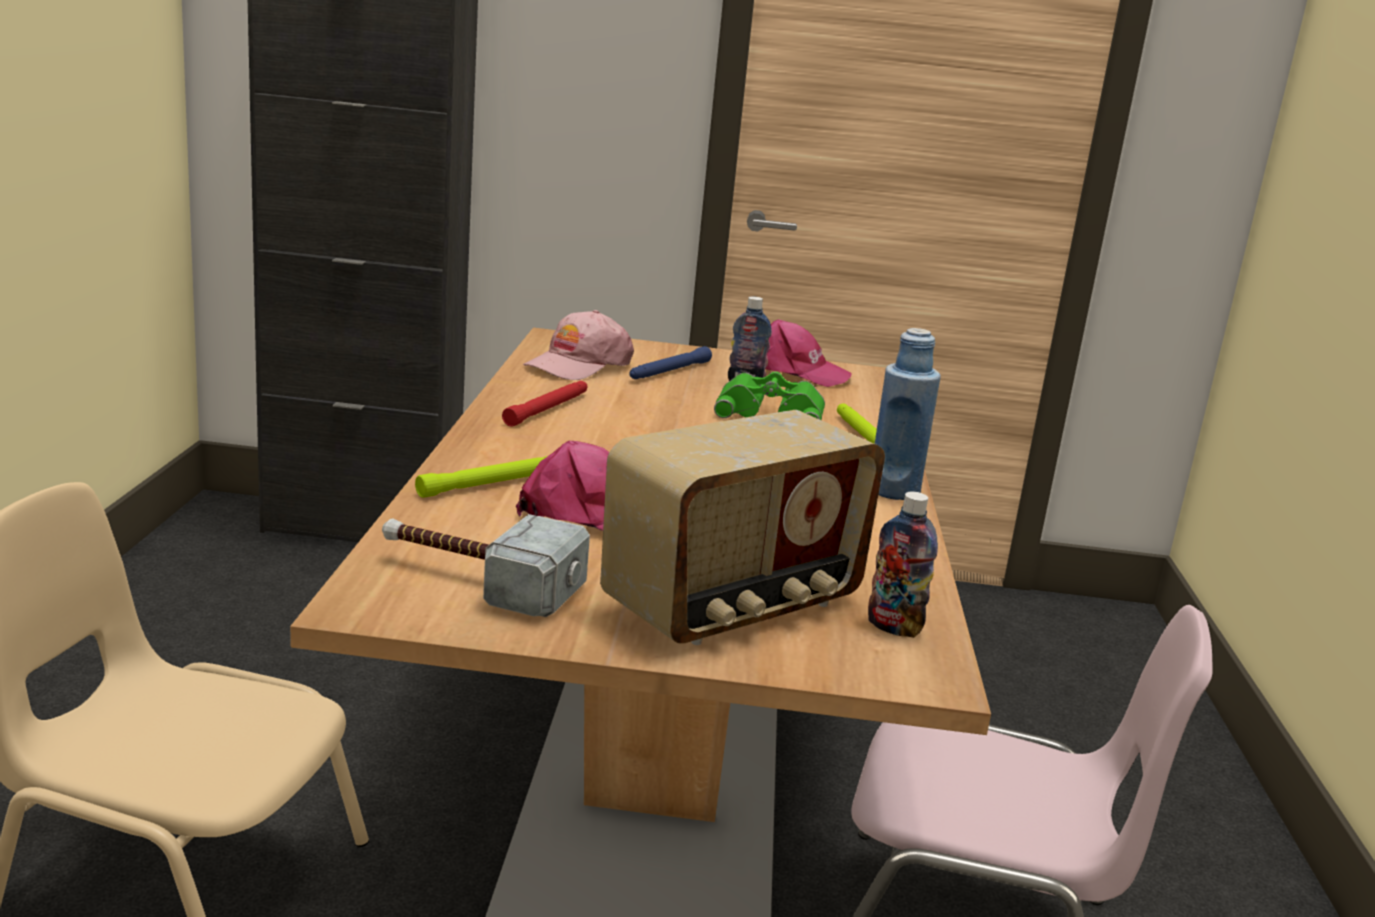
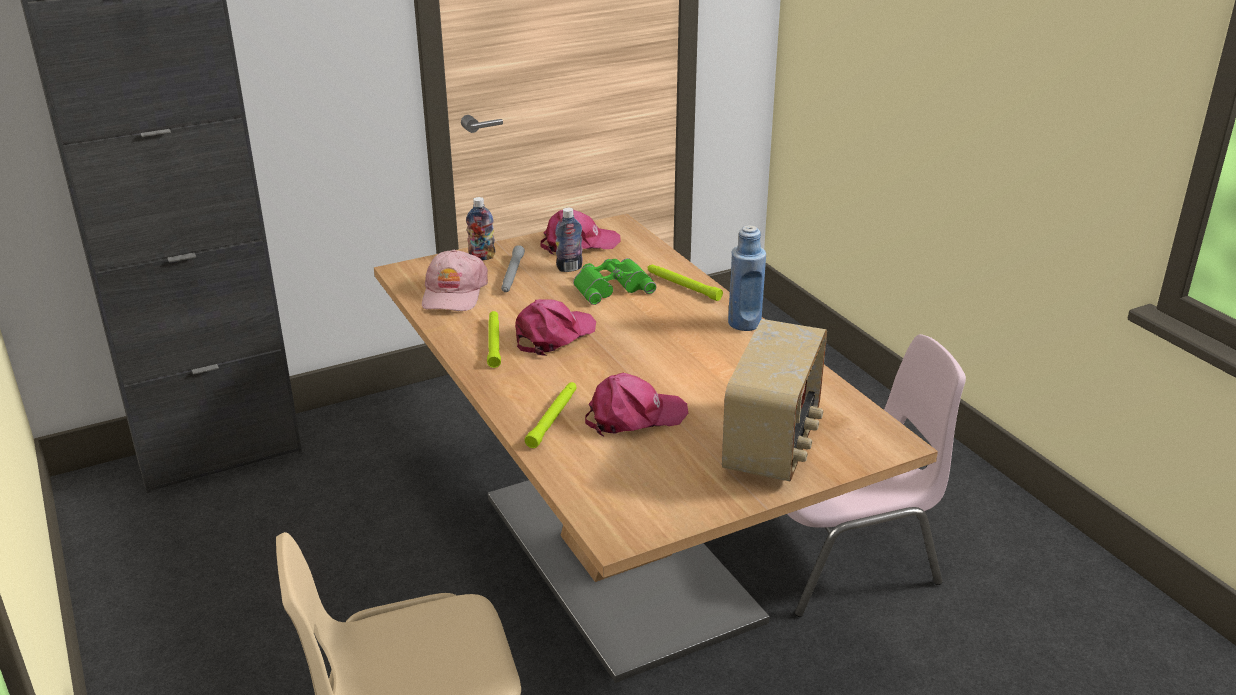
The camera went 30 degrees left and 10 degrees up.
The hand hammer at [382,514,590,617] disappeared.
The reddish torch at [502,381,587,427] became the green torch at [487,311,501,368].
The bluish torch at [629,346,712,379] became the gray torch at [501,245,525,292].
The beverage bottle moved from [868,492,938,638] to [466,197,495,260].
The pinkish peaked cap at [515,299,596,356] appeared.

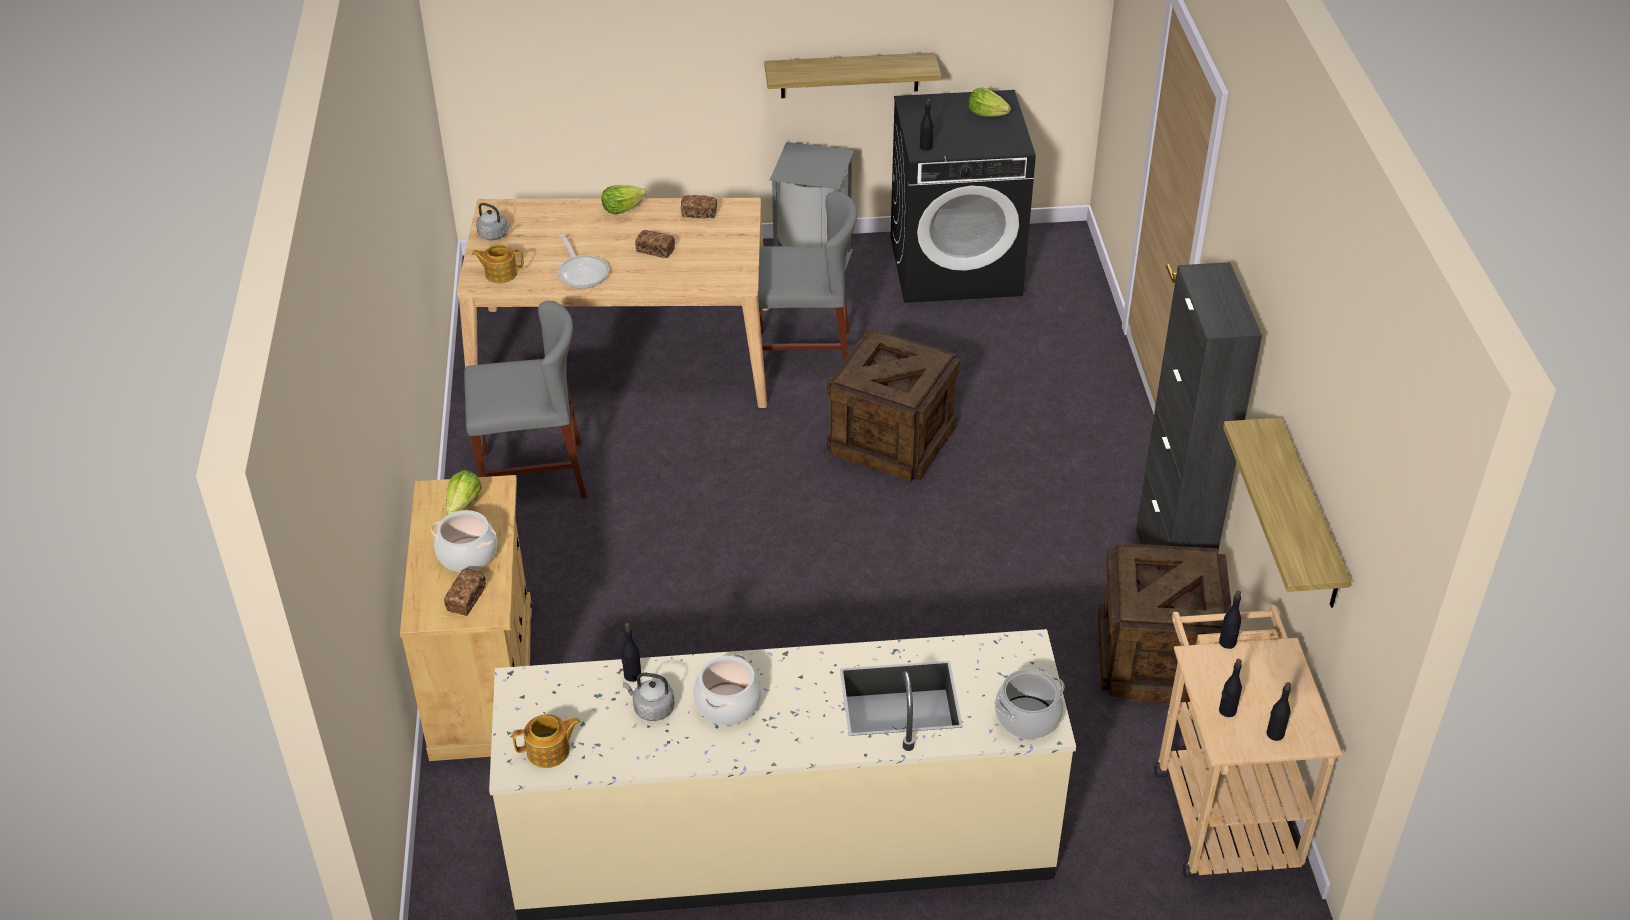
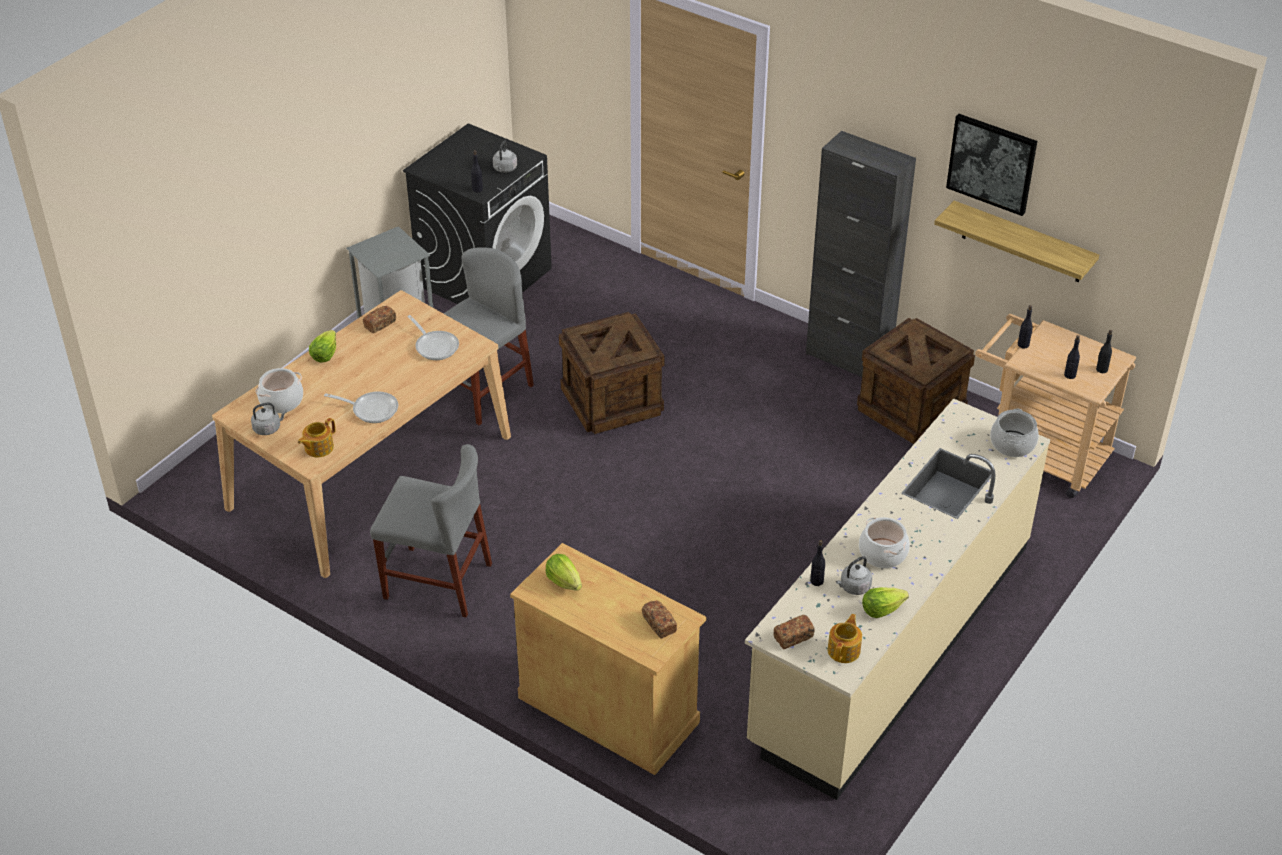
The camera went 50 degrees left and 0 degrees up.
The cooking pot moved from [431,510,497,572] to [256,368,303,413].
The gray plain chair at [464,301,587,499] turned 75 degrees clockwise.
The bakery bread moved from [635,230,675,258] to [773,615,815,649].
The wall shelf at [764,52,941,98] disappeared.
The lettuce moved from [968,87,1011,117] to [862,587,909,618].
The frying pan at [407,315,459,360] appeared.
The gray tea kettle at [493,140,517,173] appeared.
The wall art at [946,114,1037,216] appeared.

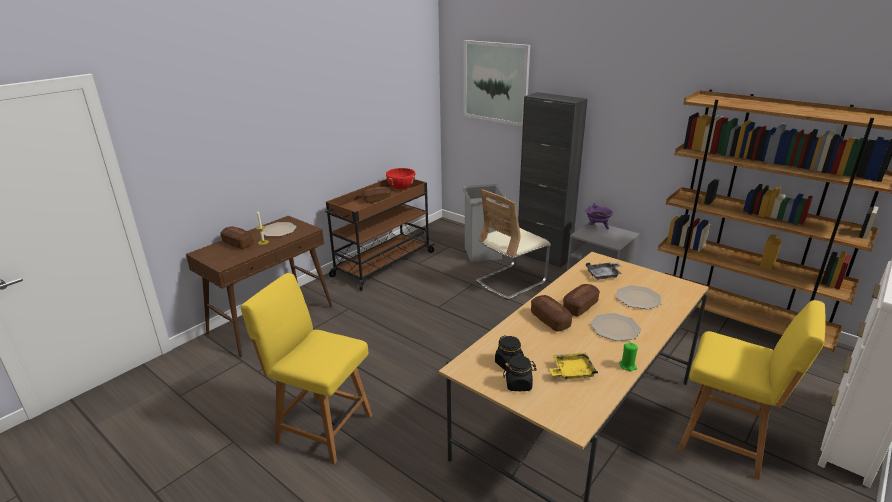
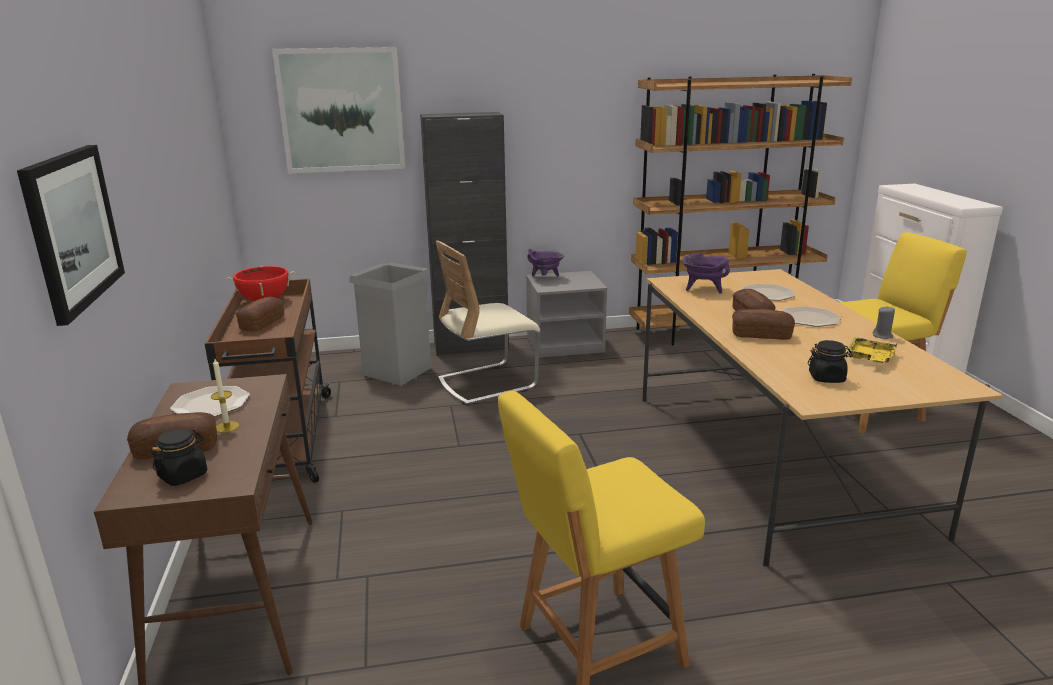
The camera went 50 degrees left and 5 degrees down.
The beige plain chair at [476,189,551,300] turned 60 degrees clockwise.
The blackish preserve jar moved from [503,355,537,391] to [151,428,207,486].
The gray tray at [586,262,622,280] was replaced by the purple cooking pot at [681,253,730,294].
The green wax candle at [619,343,638,372] became the gray wax candle at [873,306,895,339].
The wall art at [17,145,125,326] appeared.

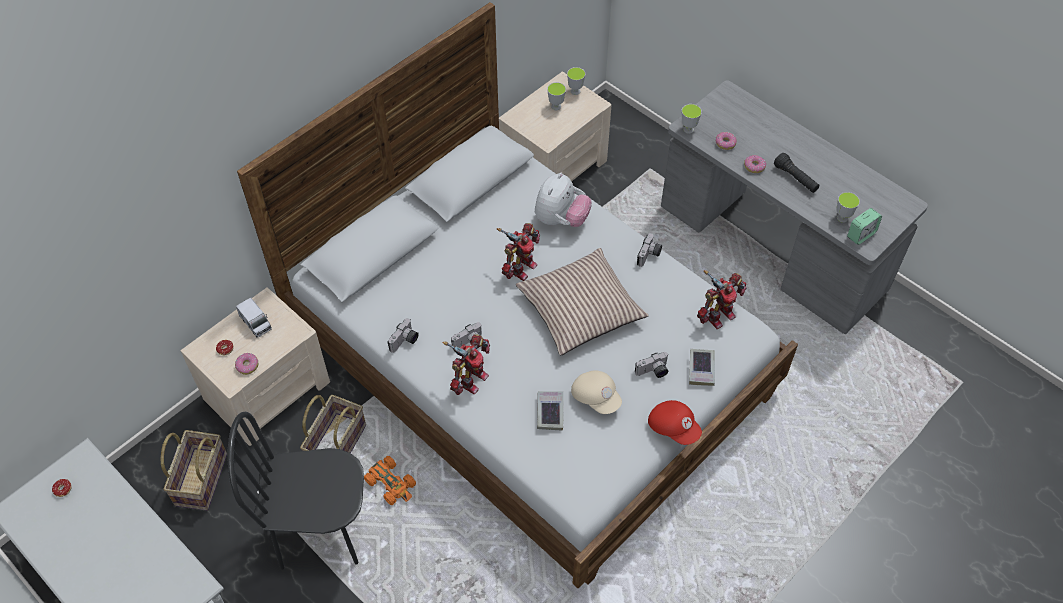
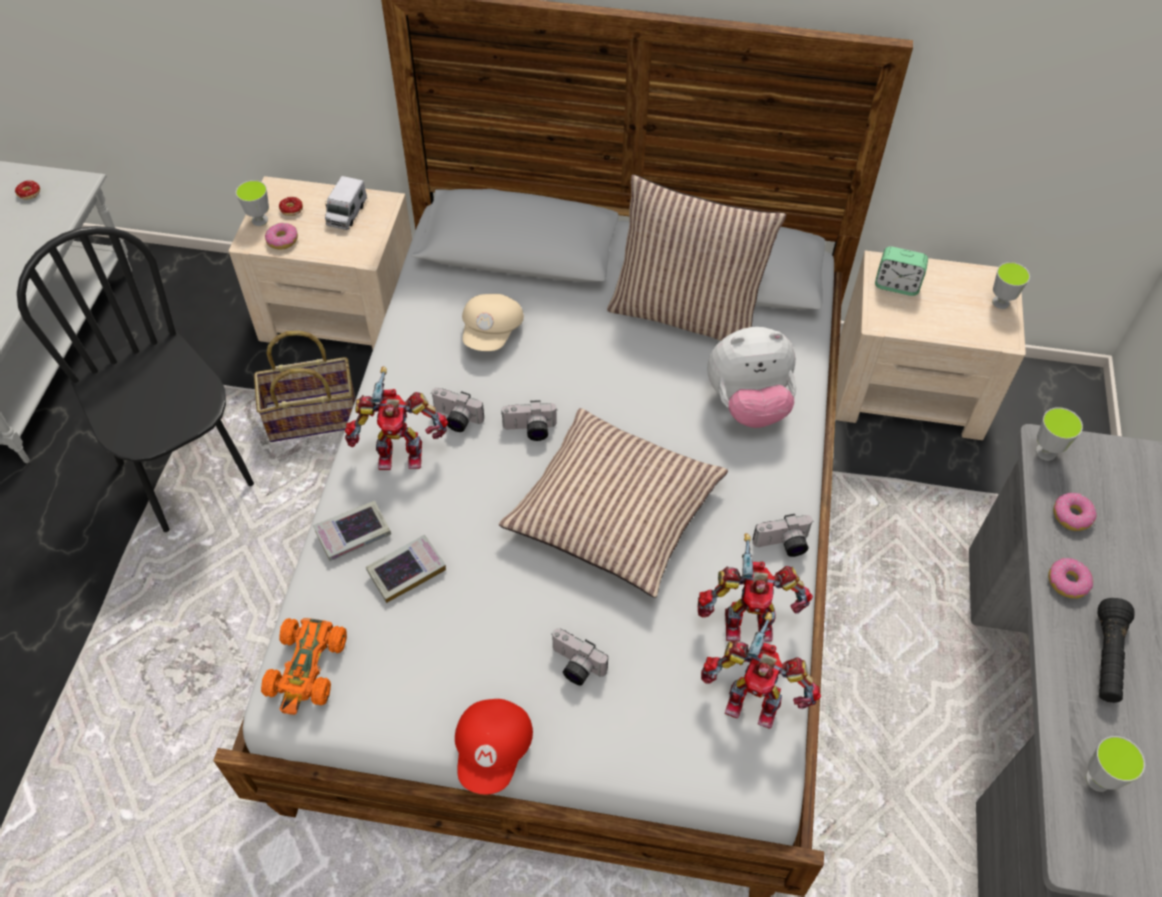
The camera went 55 degrees right and 0 degrees up.
The basket at [161,430,227,511] disappeared.
The orange model car moved from [364,456,416,505] to [261,618,347,715].
The photo camera moved from [387,318,419,353] to [501,400,557,441].
The toy robot moved from [497,223,540,281] to [698,533,813,642].
The drinking cup moved from [547,82,566,110] to [236,180,269,226].
The beige peaked cap moved from [571,370,622,414] to [462,294,524,351].
The bound book moved from [689,349,715,386] to [313,501,391,561].
The bedside clock moved from [847,208,882,245] to [875,246,928,296].
The throw pillow at [607,175,786,341] appeared.

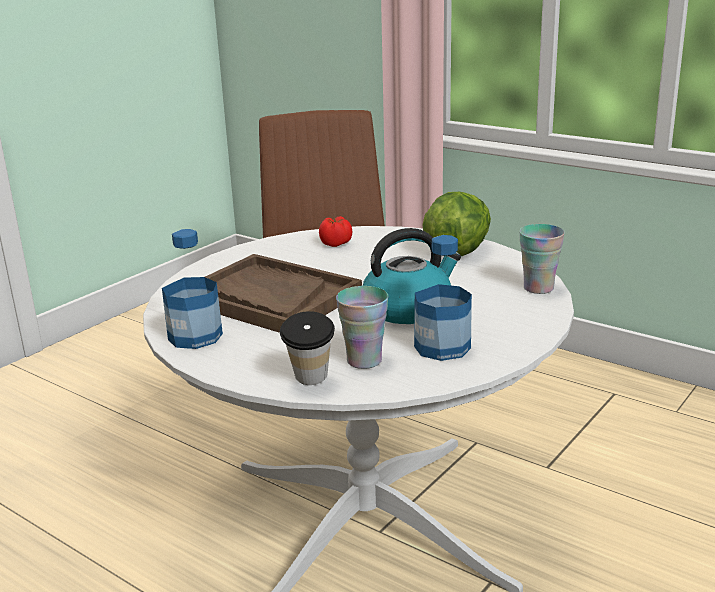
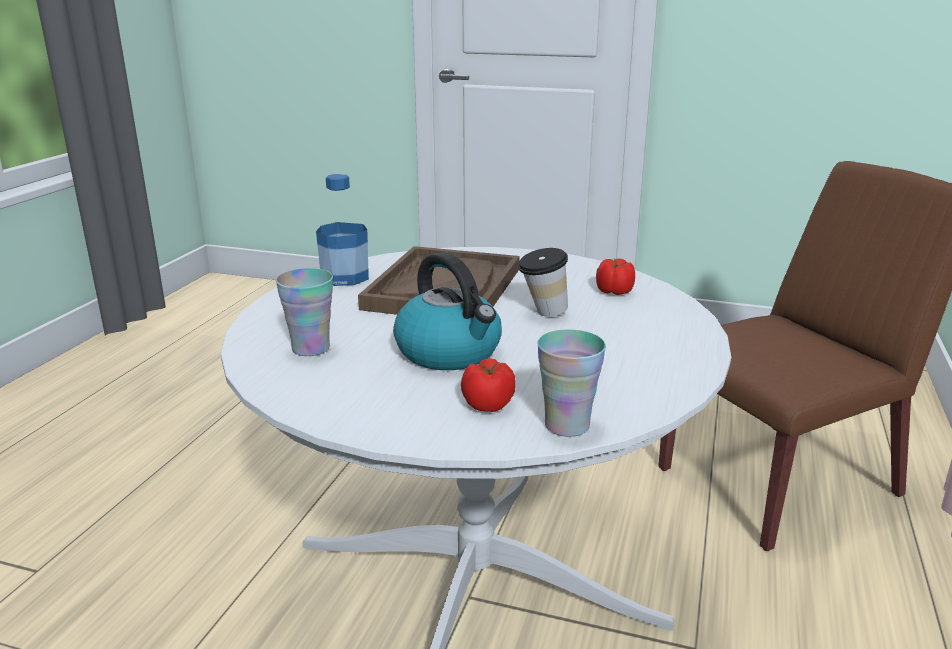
The camera went 70 degrees right and 0 degrees up.
The drinking cup moved from [280,311,335,385] to [518,248,568,317].
The beverage bottle at [414,235,472,361] disappeared.
The lettuce at [422,192,491,256] disappeared.
The whole tomato at [461,358,516,412] appeared.

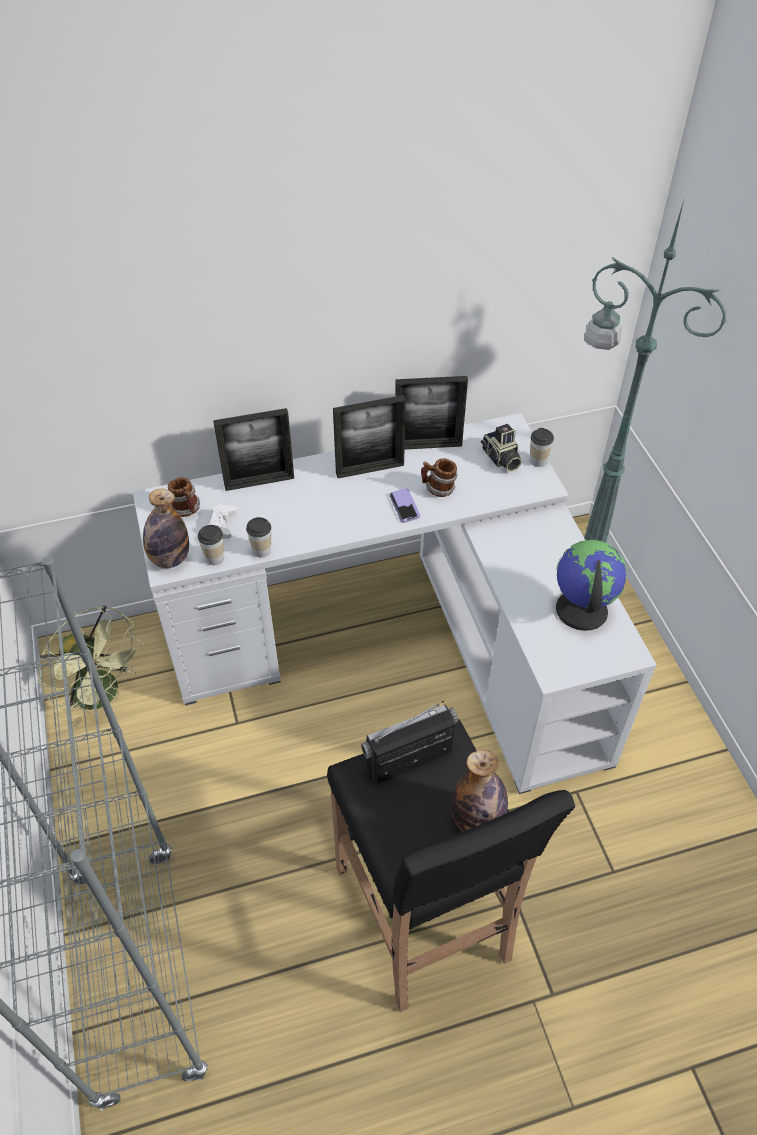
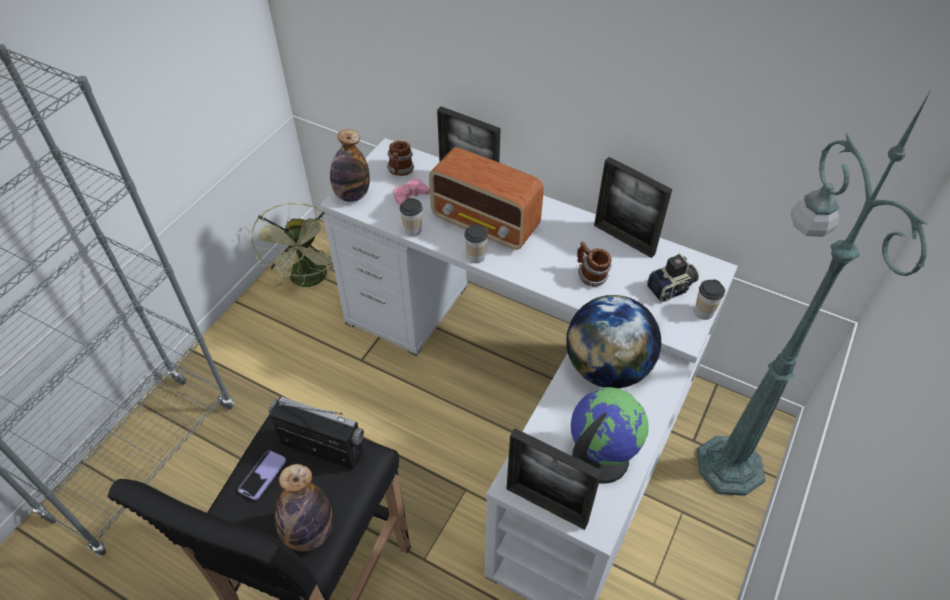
The camera went 45 degrees right and 0 degrees up.
The drinking cup moved from [198,525,224,565] to [464,224,488,263].
The whitish game controller at [208,504,238,539] became the pinkish game controller at [393,178,430,206].
The photo frame moved from [333,395,406,478] to [506,428,602,530].
The handset moved from [390,488,420,523] to [238,450,286,500].
The photo camera at [481,424,522,471] turned 135 degrees counterclockwise.
The radio set at [429,147,544,250] appeared.
The globe at [566,295,661,388] appeared.

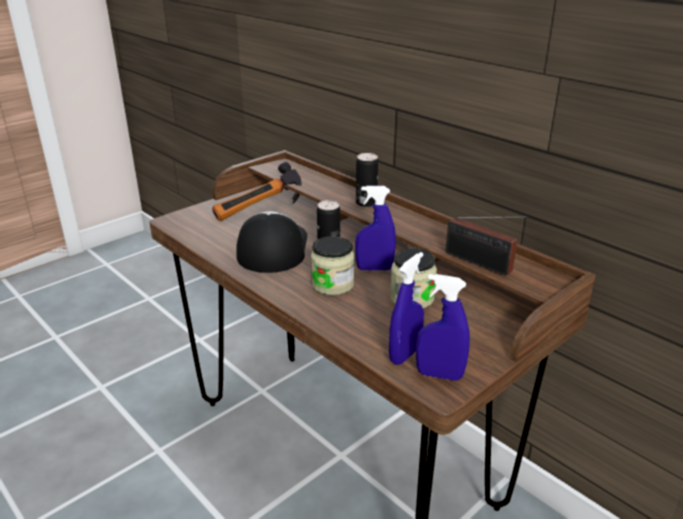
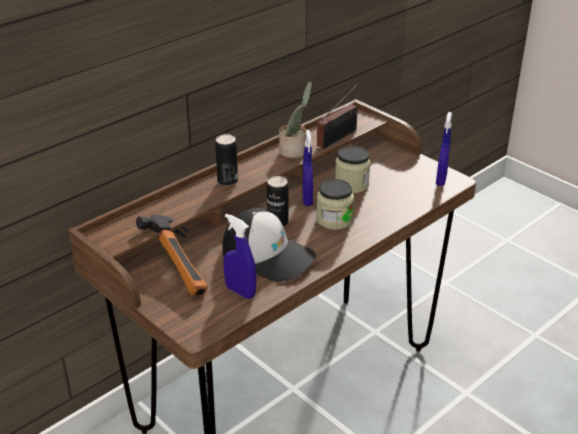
The camera went 90 degrees left and 5 degrees up.
The peaked cap at [236,211,307,273] turned 150 degrees counterclockwise.
The bluish spray bottle moved from [389,252,424,365] to [223,214,257,299].
The houseplant at [279,81,312,158] appeared.

